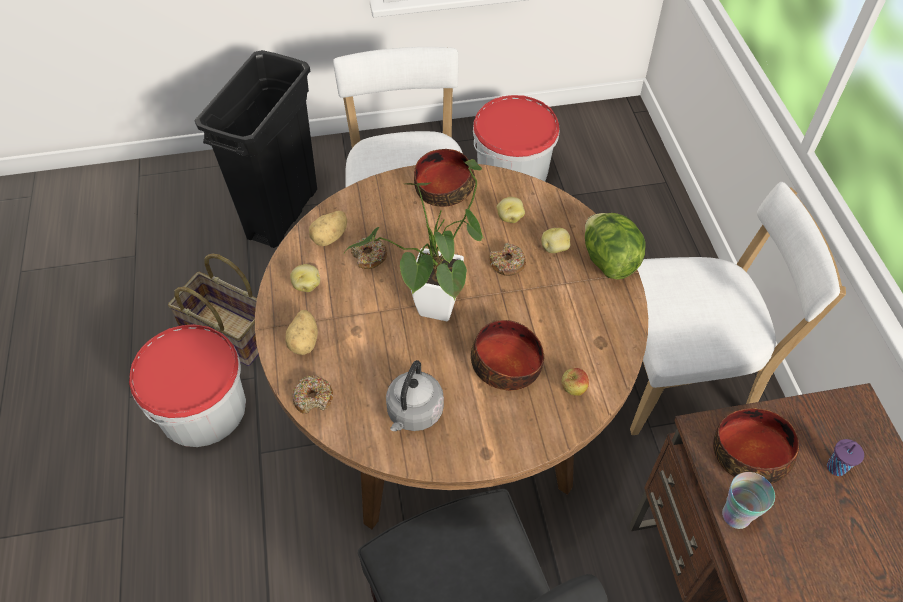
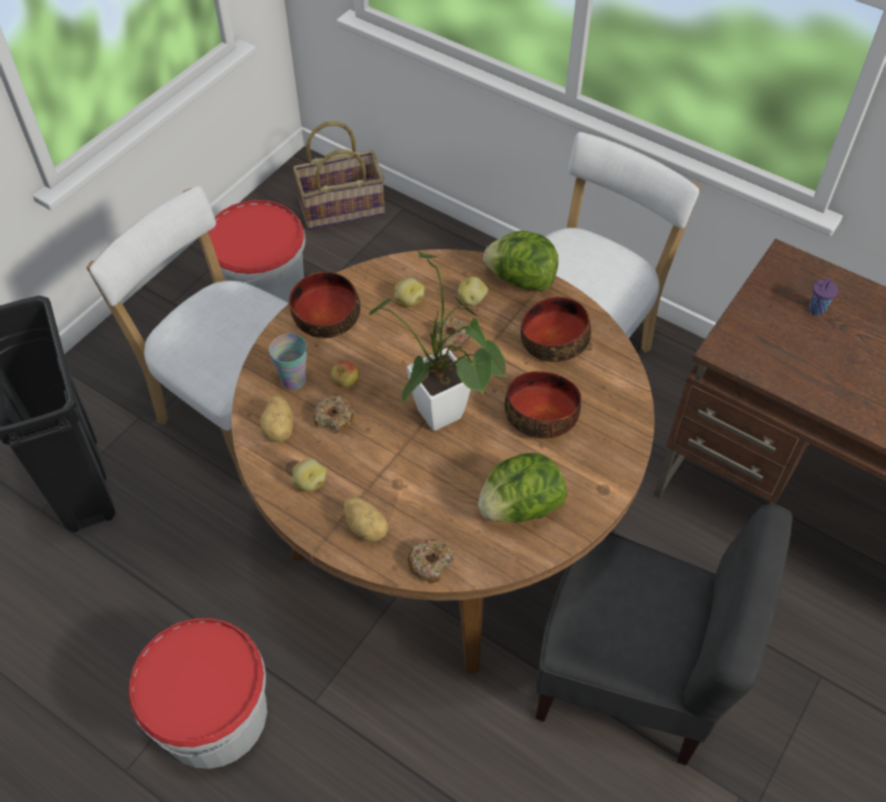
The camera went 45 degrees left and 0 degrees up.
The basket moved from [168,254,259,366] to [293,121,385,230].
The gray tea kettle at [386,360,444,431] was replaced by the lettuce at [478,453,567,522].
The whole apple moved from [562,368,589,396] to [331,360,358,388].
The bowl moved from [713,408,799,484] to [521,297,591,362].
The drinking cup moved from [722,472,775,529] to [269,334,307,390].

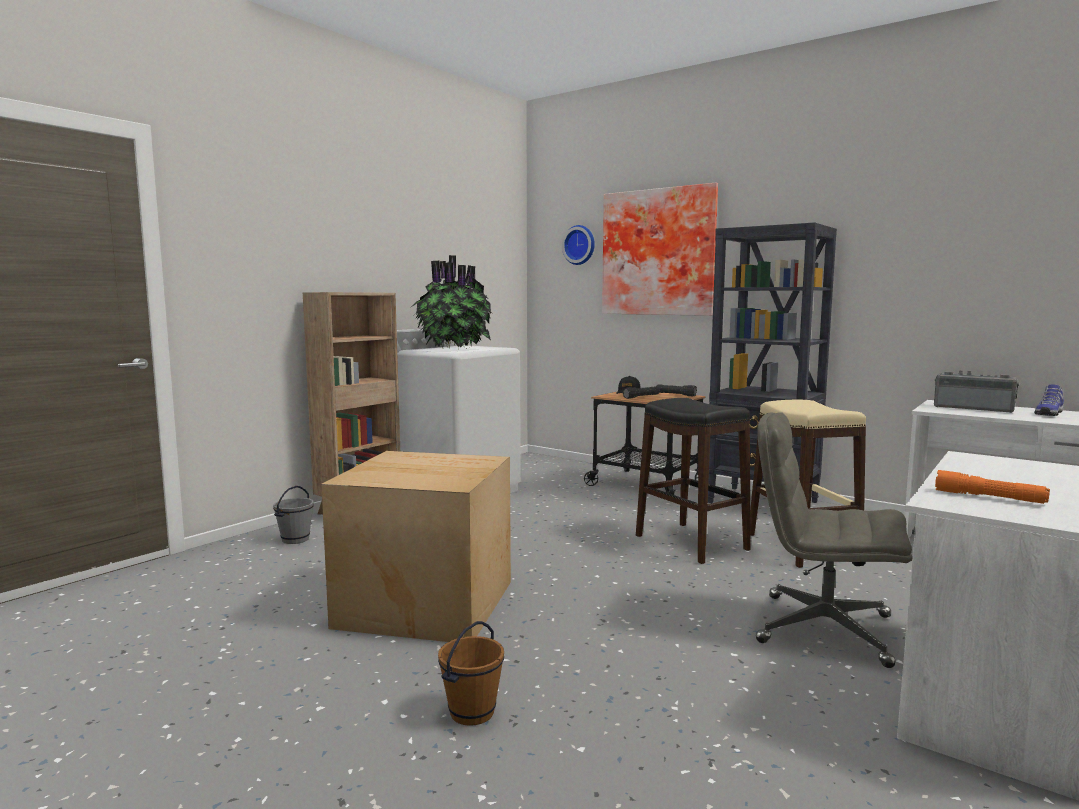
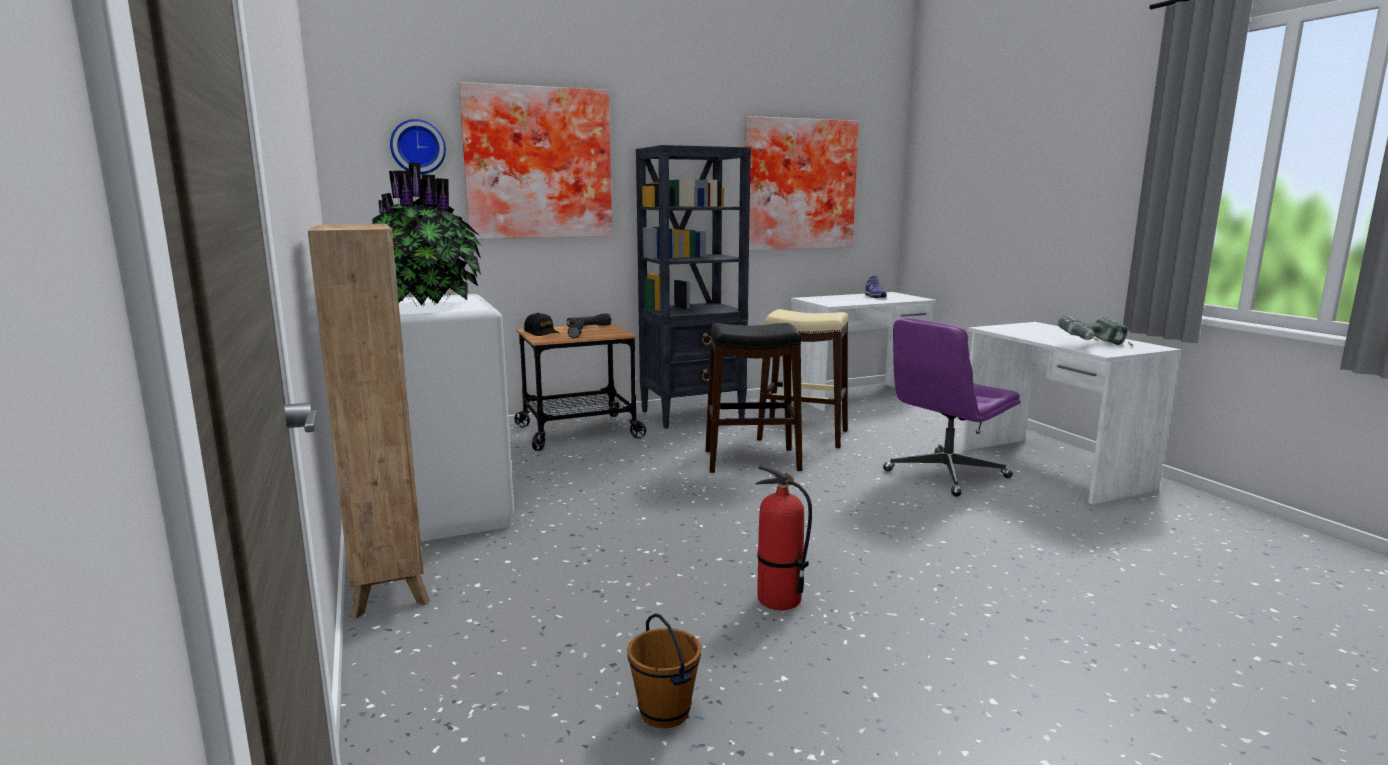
The camera went 60 degrees left and 5 degrees up.
The gray bucket at [273,486,314,544] disappeared.
The cardboard box at [321,451,511,642] was replaced by the extinguisher at [755,466,812,610].
The brownish bucket moved from [438,621,504,726] to [627,613,701,728].
The gray computer chair at [756,412,912,668] became the purple computer chair at [883,318,1020,497].
The radio set at [934,370,1019,413] disappeared.
The orange torch at [935,470,1050,504] was replaced by the power drill at [1058,315,1133,346].
The wall art at [745,116,859,251] appeared.

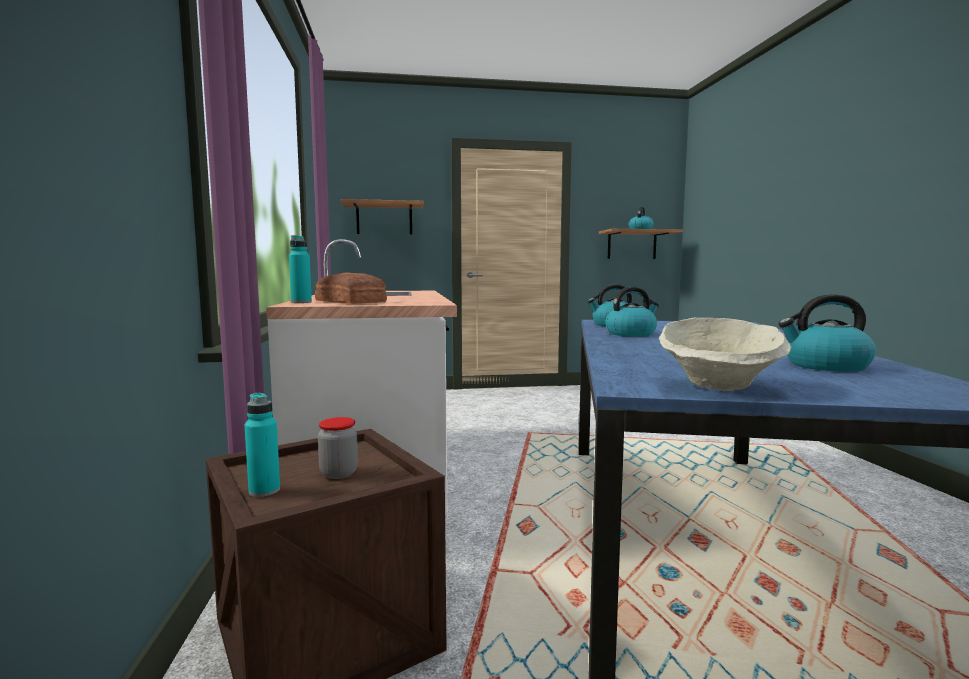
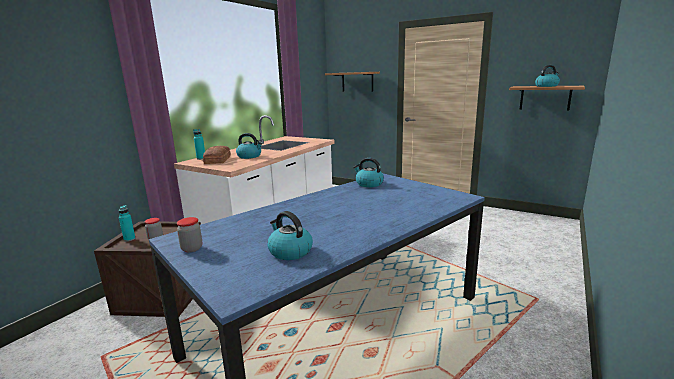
The camera went 40 degrees right and 10 degrees up.
The tea kettle moved from [605,286,659,337] to [236,133,263,159].
The beige bowl at [659,318,791,391] was replaced by the preserve jar at [177,217,202,252].

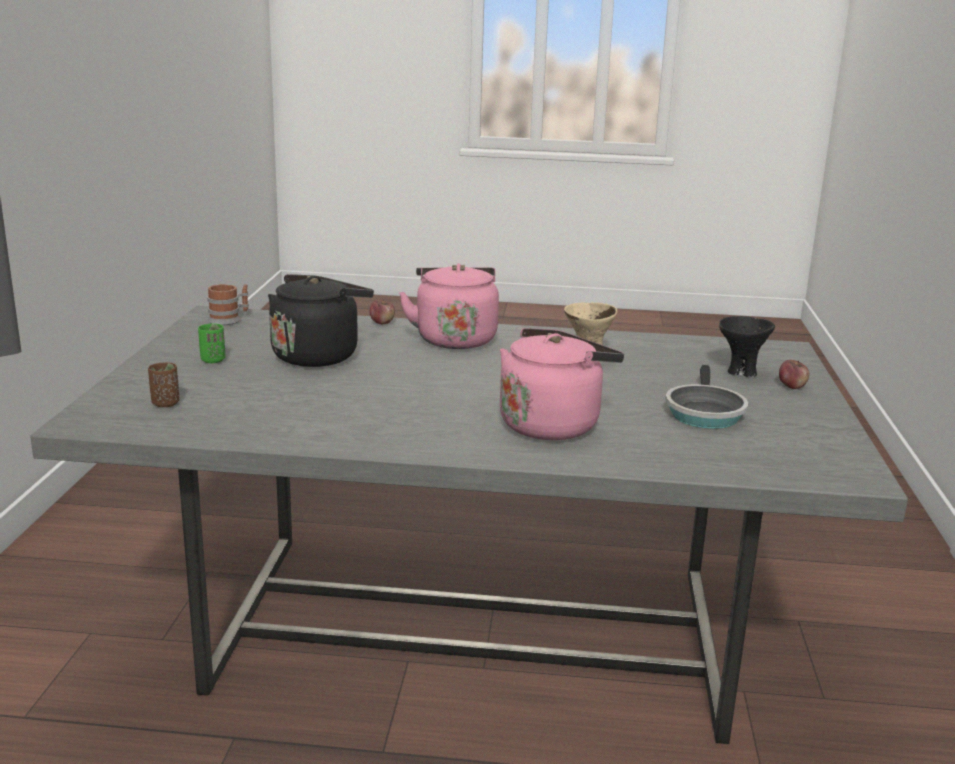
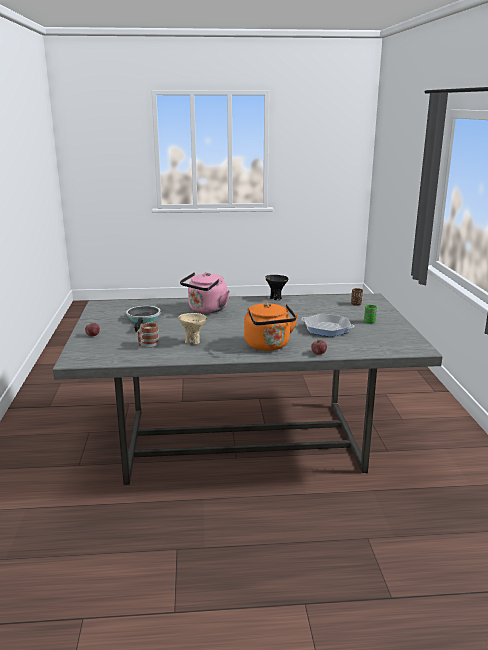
The camera went 170 degrees right and 0 degrees up.
The mug moved from [207,284,249,325] to [137,323,160,348].
The blackish tea kettle at [268,274,374,367] was replaced by the frying pan at [301,314,355,337].
The pinkish tea kettle at [399,263,499,349] became the orange tea kettle at [244,303,298,351].
The blackish bowl moved from [719,316,775,377] to [265,275,288,300].

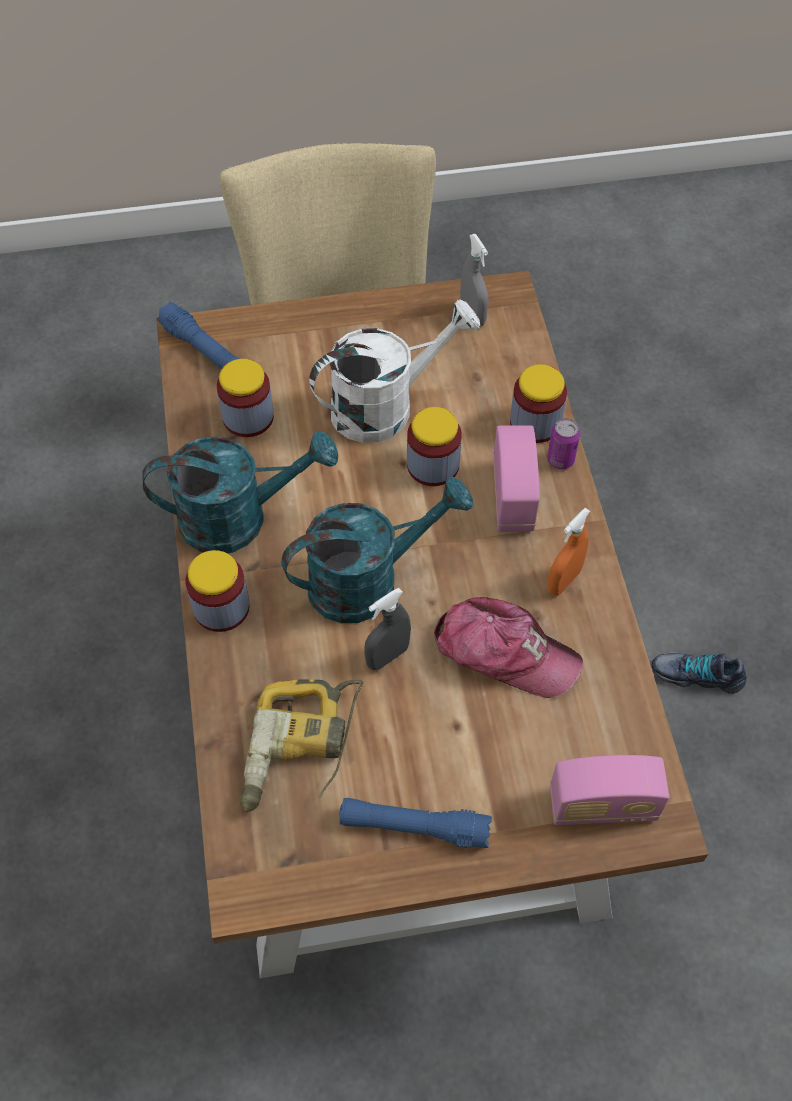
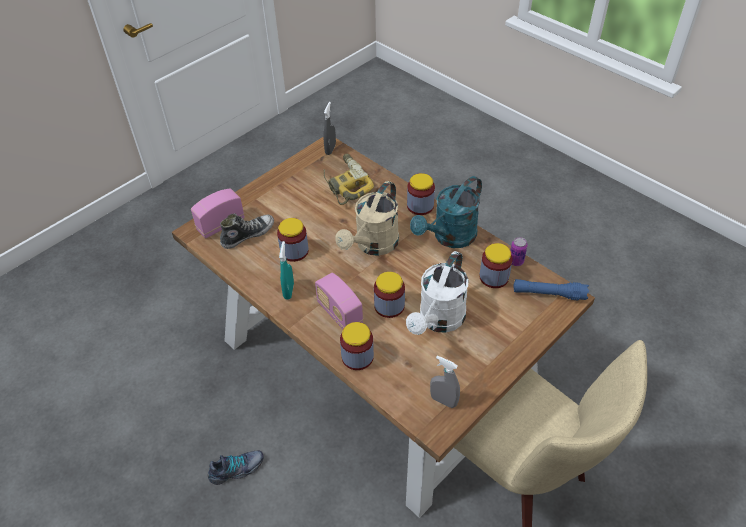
The camera went 145 degrees right and 10 degrees down.
The turquoise watering pot at [281,477,474,623] became the beige watering pot at [335,181,399,256].
The bluish torch at [339,798,492,849] disappeared.
The gray spray bottle moved from [364,588,411,670] to [323,102,336,155].
The peaked cap at [434,597,583,698] was replaced by the preserve jar at [277,218,309,262].
The metal can moved from [547,418,580,469] to [510,237,527,266].
The orange spray bottle at [547,508,590,596] became the turquoise spray bottle at [279,241,294,300].
The low shoe at [220,213,274,249] appeared.

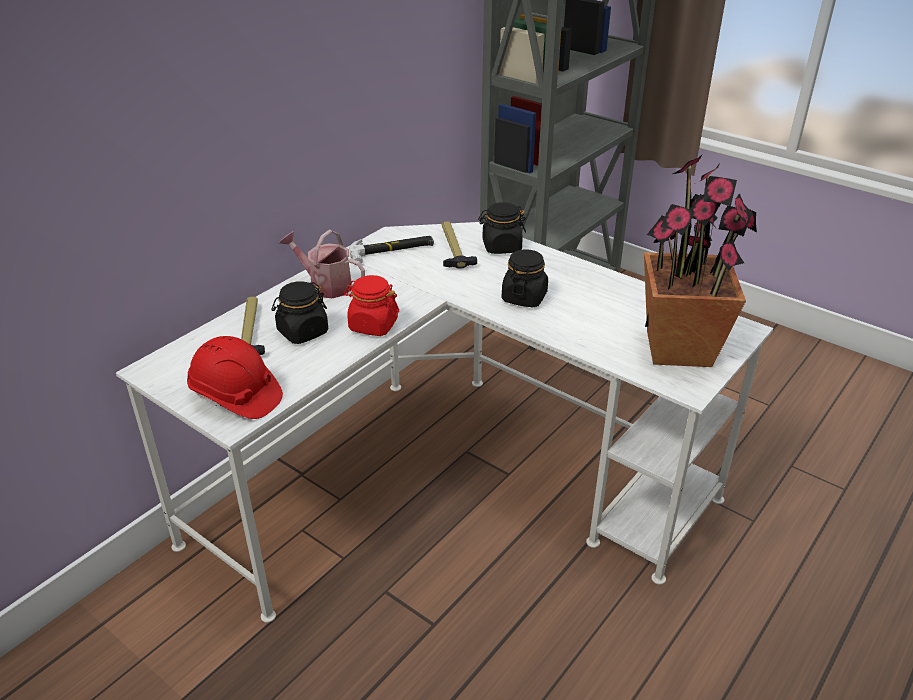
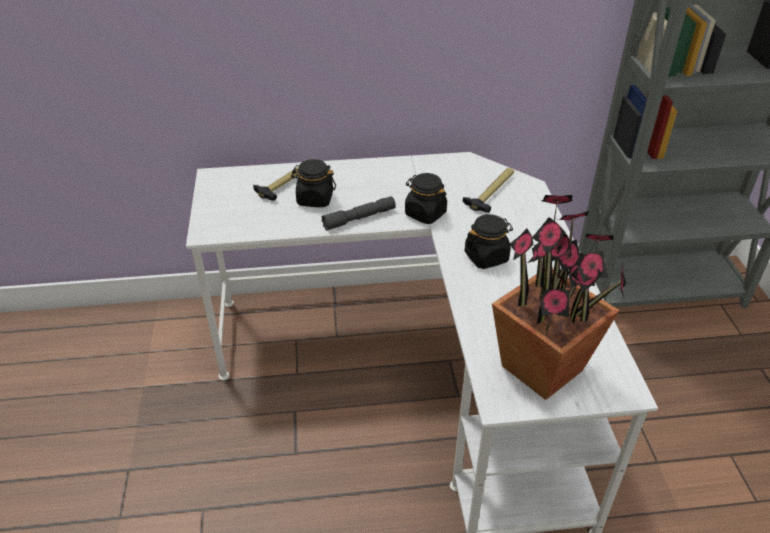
The camera went 45 degrees right and 5 degrees up.
The reddish safety helmet at [187,336,283,419] disappeared.
The watering pot at [279,230,365,298] disappeared.
The reddish preserve jar at [344,275,399,336] was replaced by the gray torch at [321,196,396,231].
The hand hammer at [350,236,434,264] disappeared.
The blackish preserve jar moved from [478,202,526,254] to [405,173,447,224].

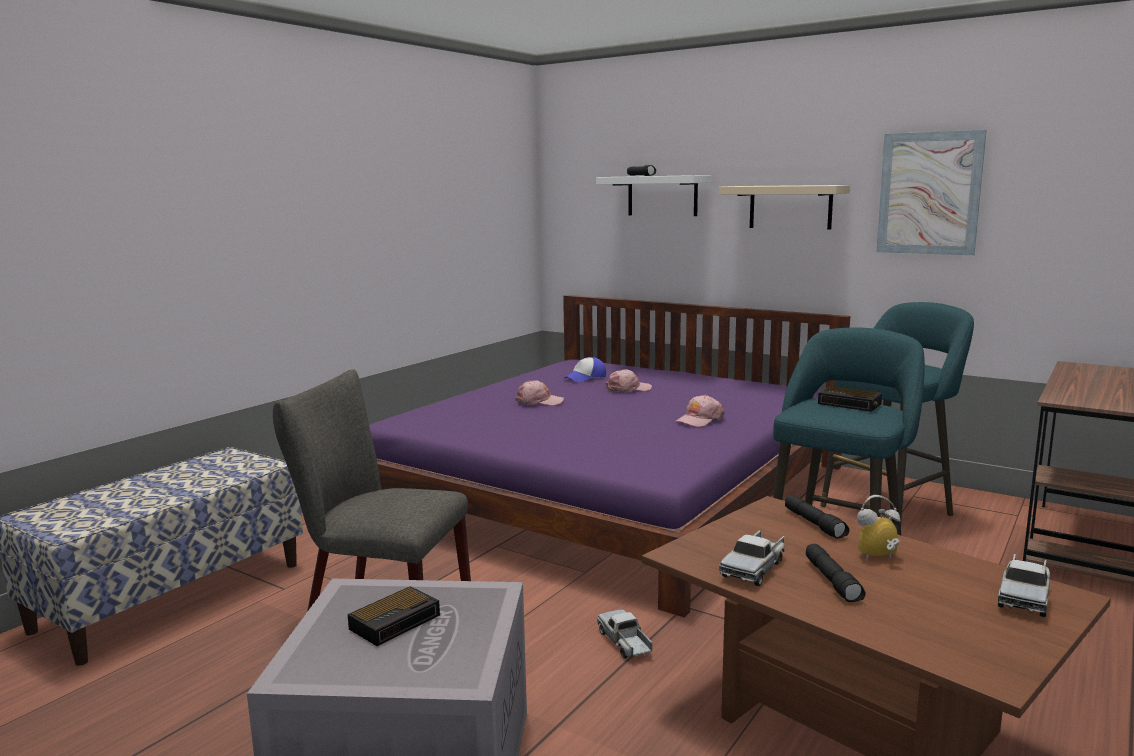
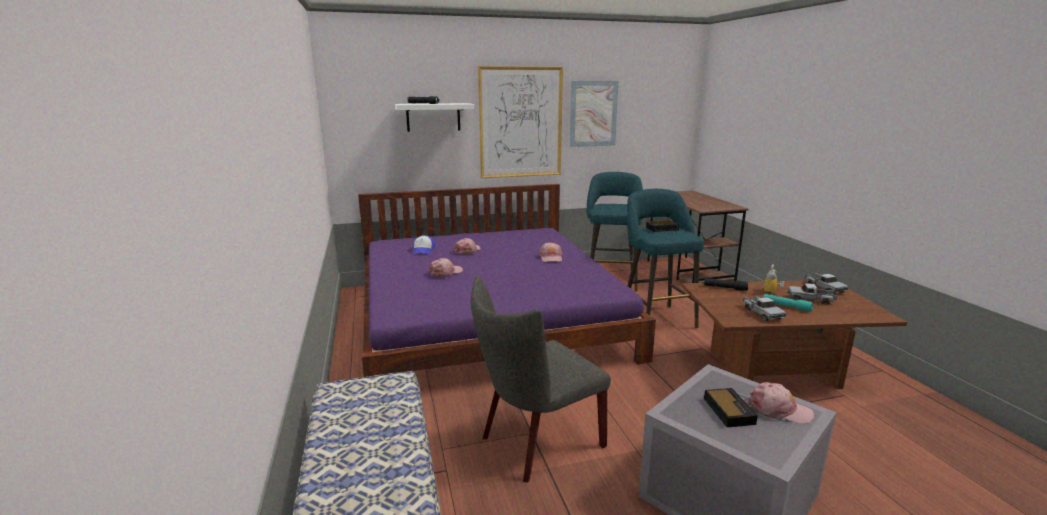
The camera went 50 degrees left and 5 degrees up.
The toy truck moved from [597,610,653,658] to [788,283,837,305].
The beige wall shelf at [719,185,850,229] was replaced by the wall art at [478,66,563,178].
The blackish torch at [806,544,866,602] became the turquoise torch at [763,294,813,312].
The pinkish peaked cap at [749,382,814,424] appeared.

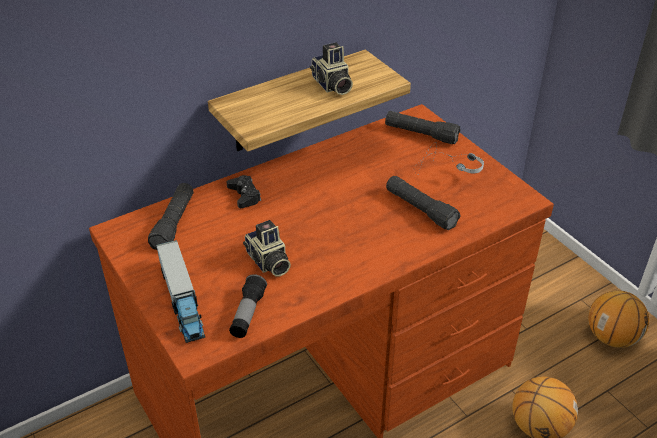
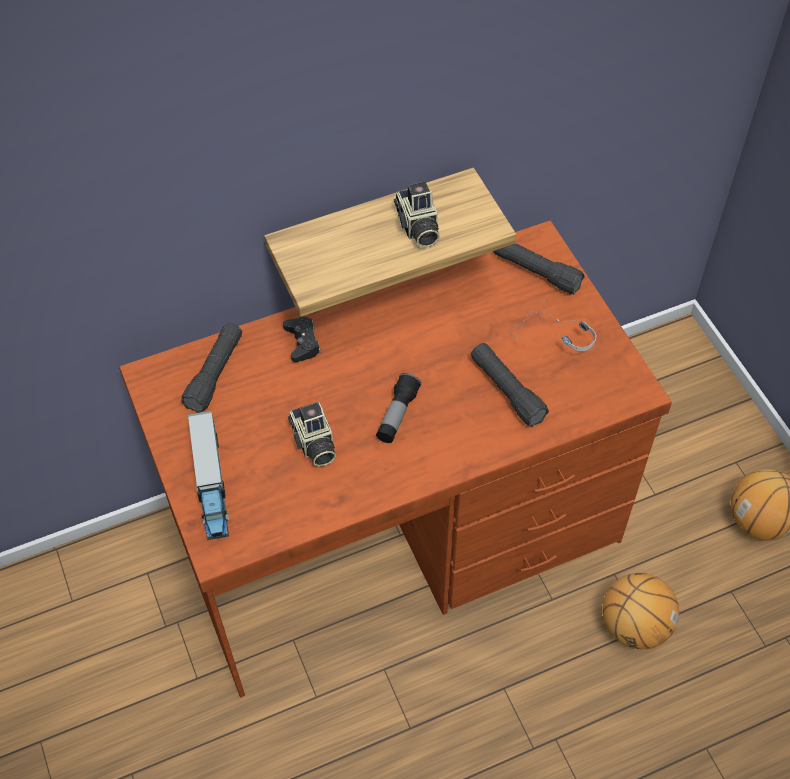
The camera went 10 degrees right and 15 degrees up.
The torch moved from [229,274,267,338] to [376,373,421,443].

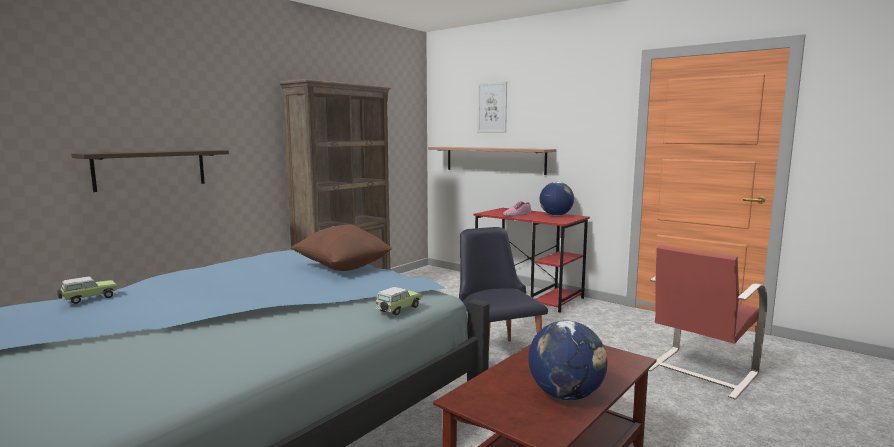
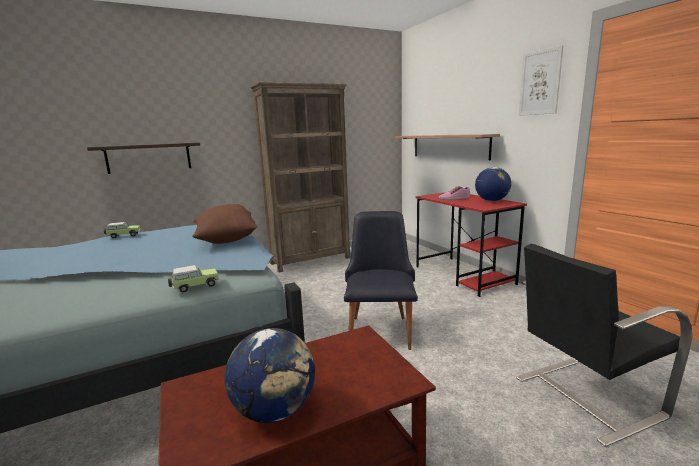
The camera went 25 degrees right and 5 degrees up.
The model car moved from [57,276,117,304] to [104,222,141,238].
The wall art moved from [477,81,507,132] to [519,45,564,116].
The reddish plain chair at [648,245,767,400] became the blackish plain chair at [516,244,692,447].

